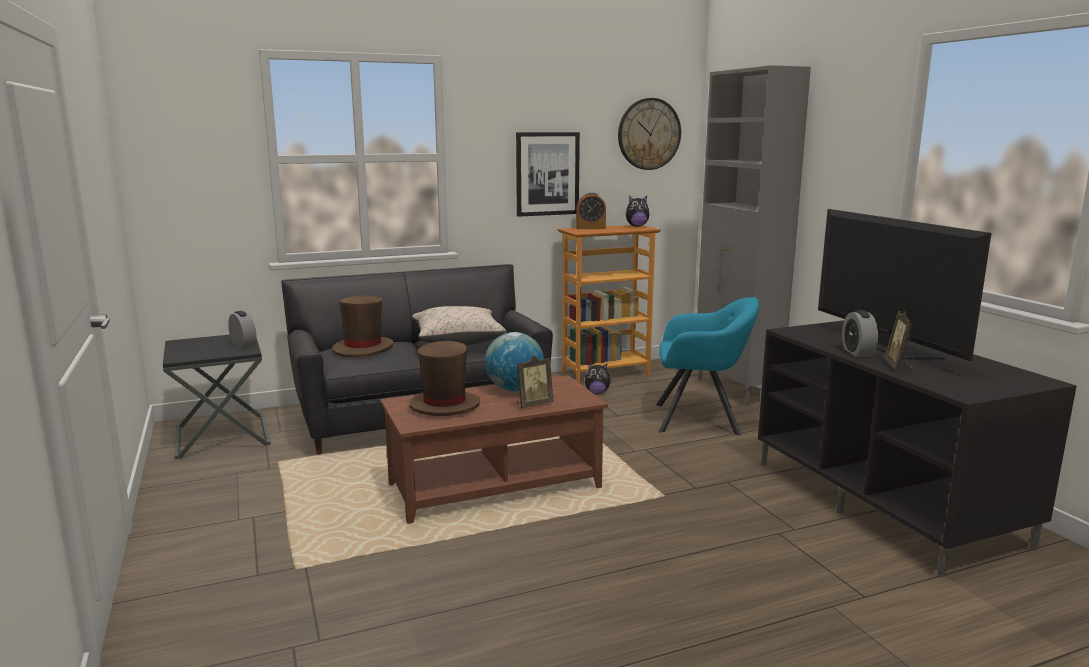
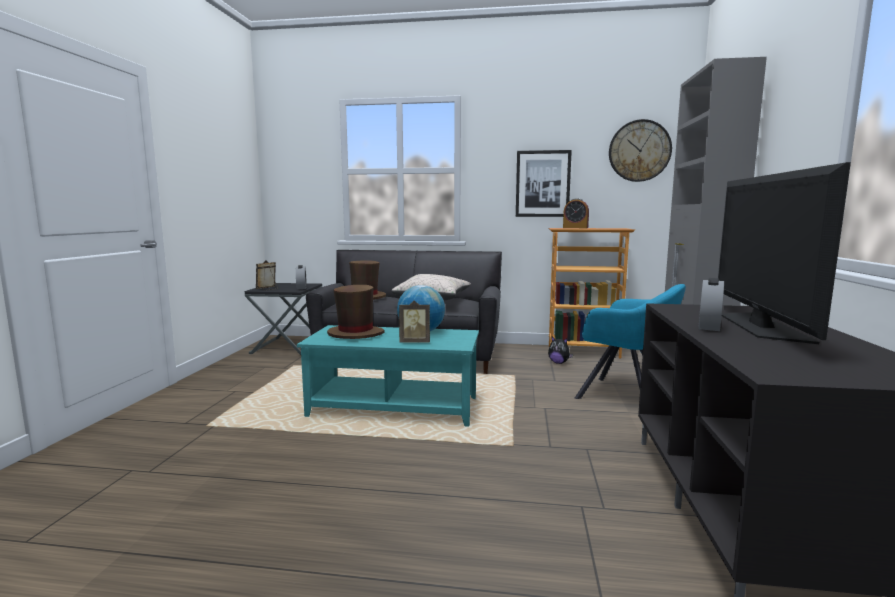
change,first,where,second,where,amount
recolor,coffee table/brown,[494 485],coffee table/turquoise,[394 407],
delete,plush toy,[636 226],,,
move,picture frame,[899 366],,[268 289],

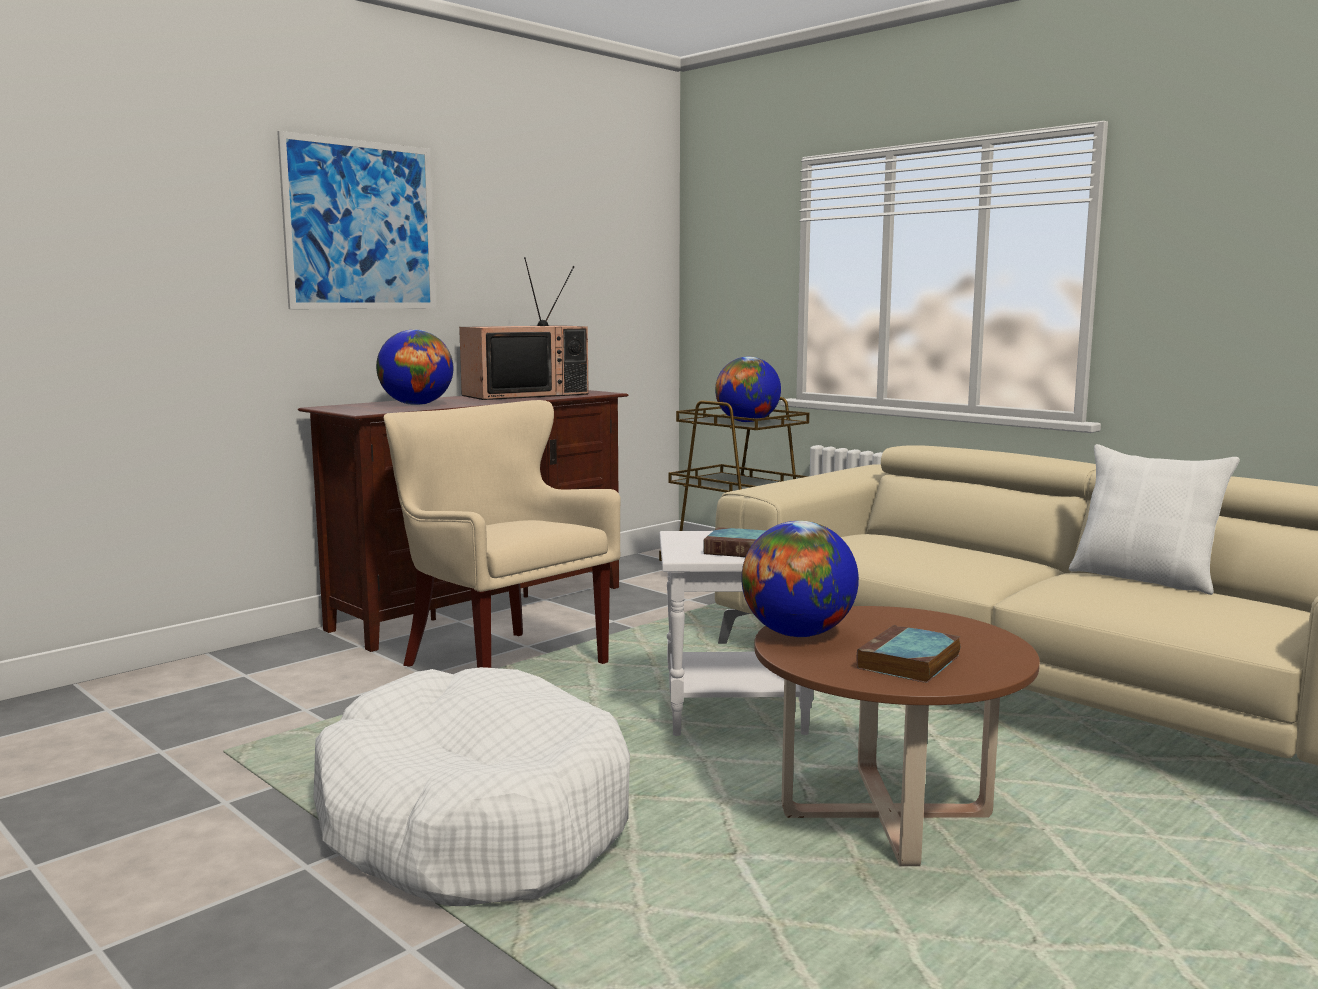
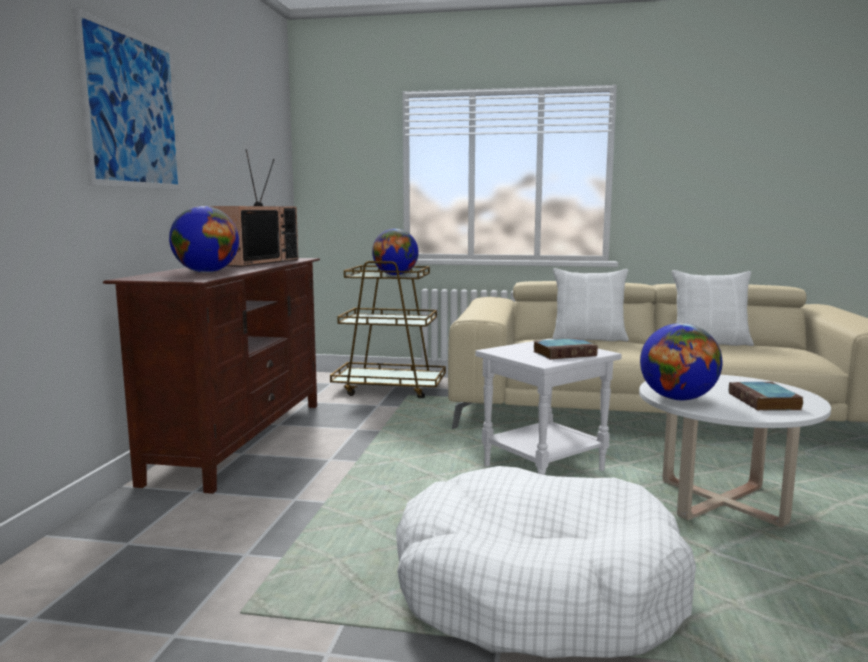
change,first,where,second,where,amount
delete,armchair/beige,[502 663],,,
recolor,coffee table/brown,[885 816],coffee table/white,[721 503],
insert,,,pillow/white,[588 338],

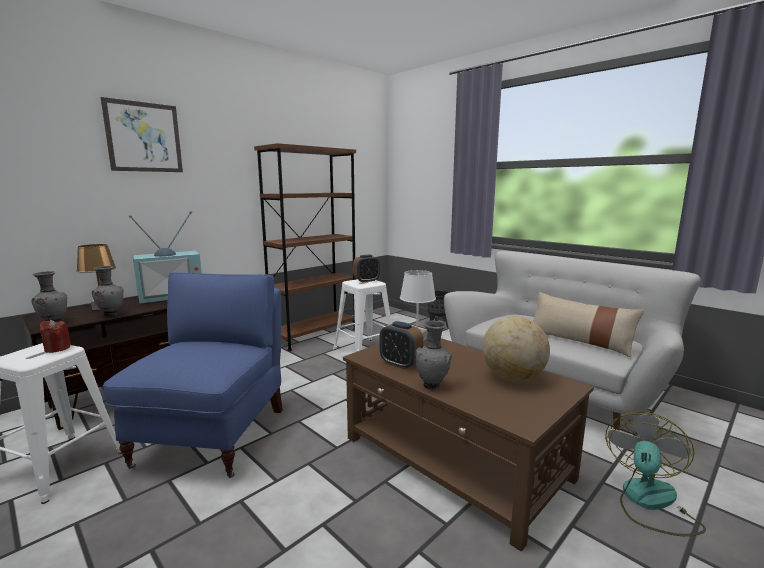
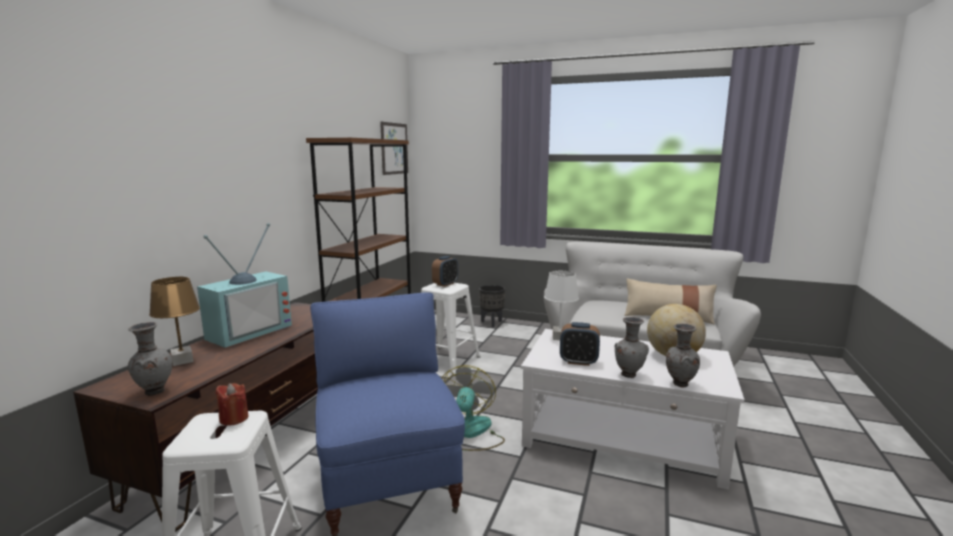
change,first,where,second,where,amount
move,vase/grey,[111 314],,[679 384],
move,picture,[144 137],,[394 148],
recolor,coffee table/brown,[454 458],coffee table/white,[623 437],
move,fan,[649 502],,[471 433],

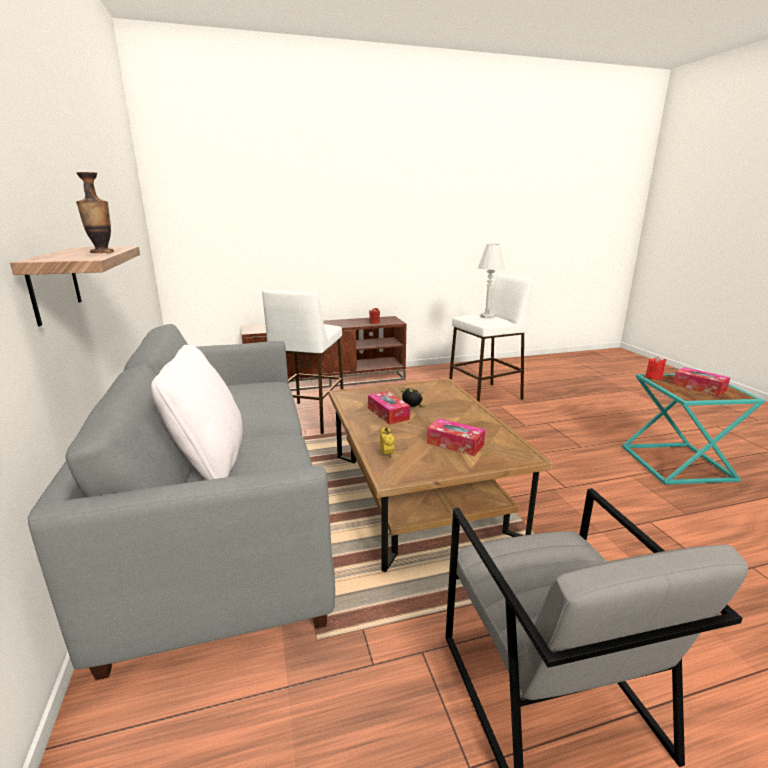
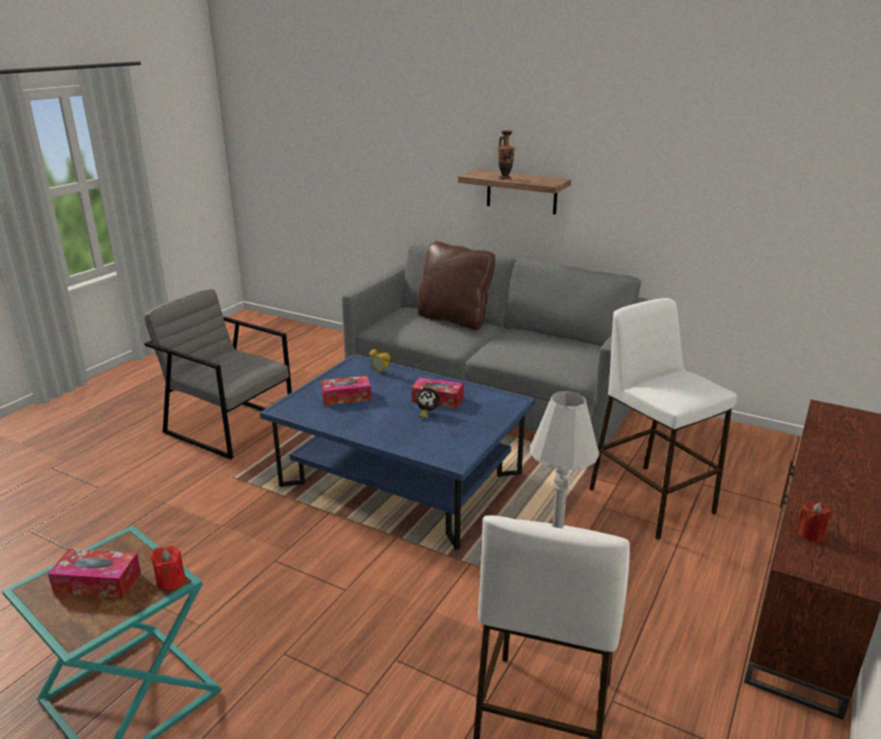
change,first,where,second,where,amount
recolor,pillow/white,[210 460],pillow/brown,[454 319],
recolor,coffee table/brown,[420 494],coffee table/blue,[402 480],

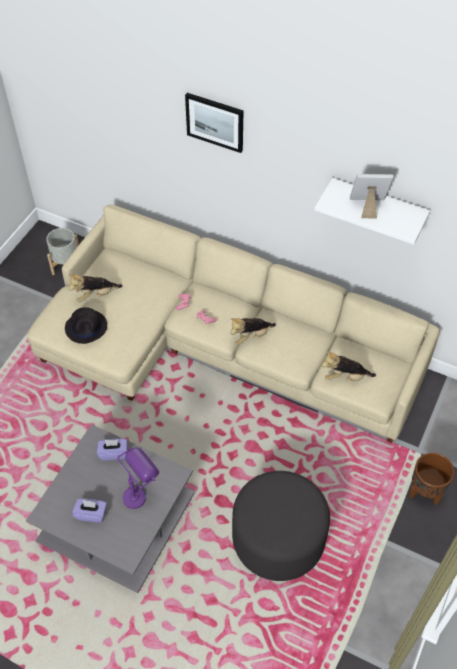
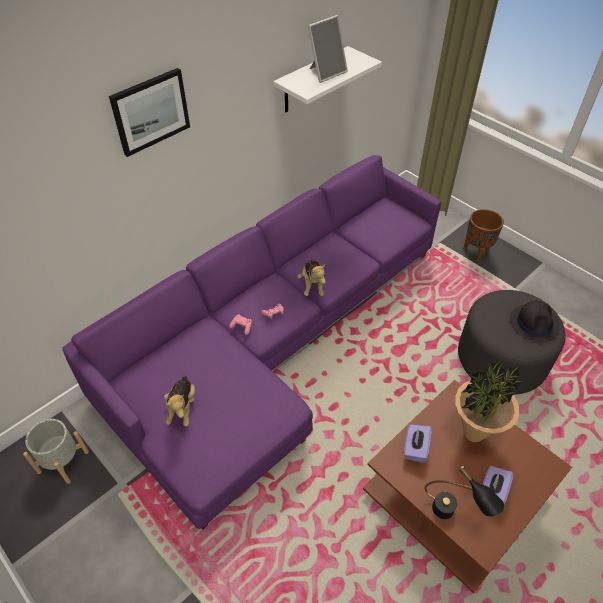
change,first,where,second,where,amount
recolor,coffee table/grey,[119 520],coffee table/brown,[454 493],
recolor,sofa/beige,[218 347],sofa/purple,[270 343],
move,hat/black,[86 327],,[534 323],
replace,table lamp/purple,[140 493],potted plant,[473 434],
delete,plush toy,[345 377],,,
rotate,picture frame,[367 207],,[326 72],150 degrees counterclockwise
insert,,,table lamp/black,[453 515],

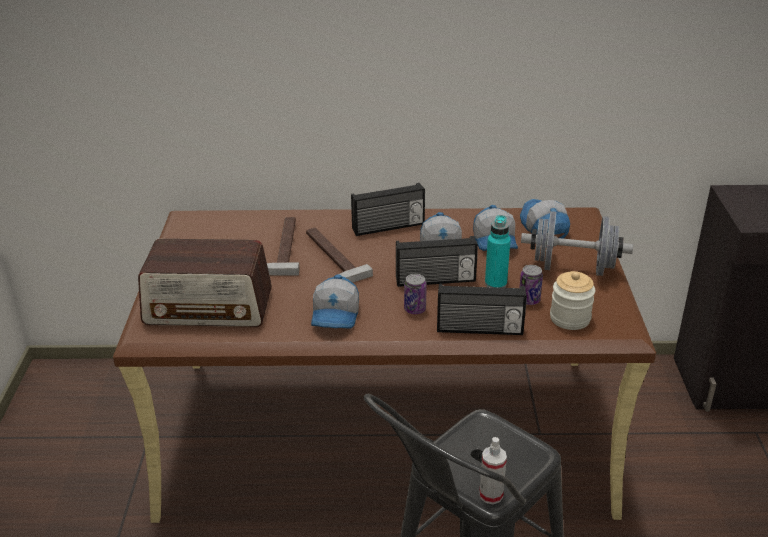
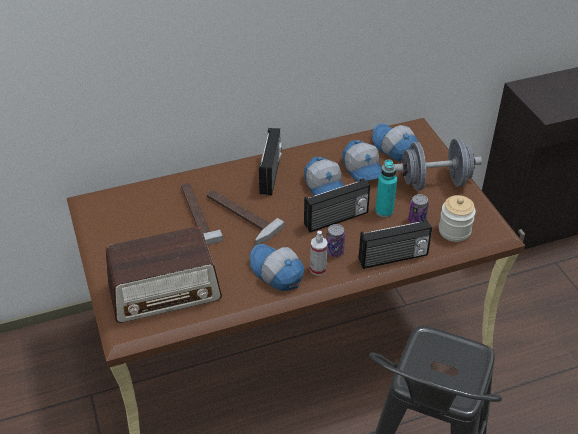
change,first,where,second,where,amount
rotate,cap,[336 315],,[276 273],150 degrees clockwise
rotate,radio,[388 227],,[271 174],45 degrees counterclockwise
move,spray bottle,[491 495],,[318 269],

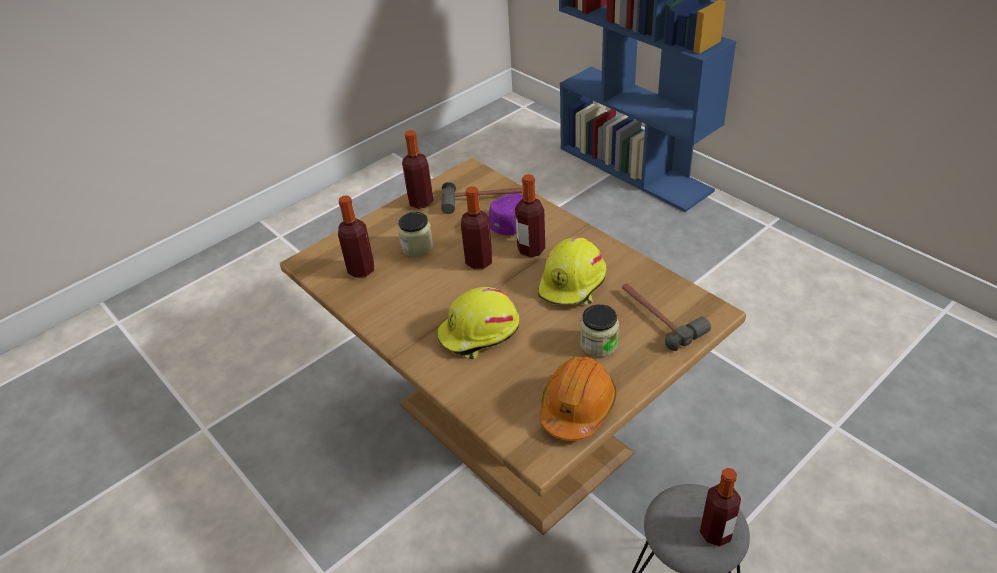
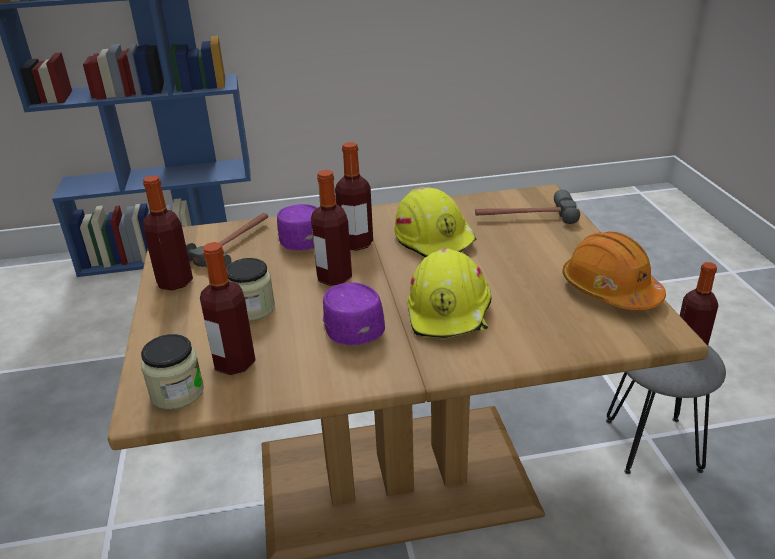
change,first,where,second,where,amount
move,jar,[598 344],,[177 392],
insert,,,cap/purple,[351 325],

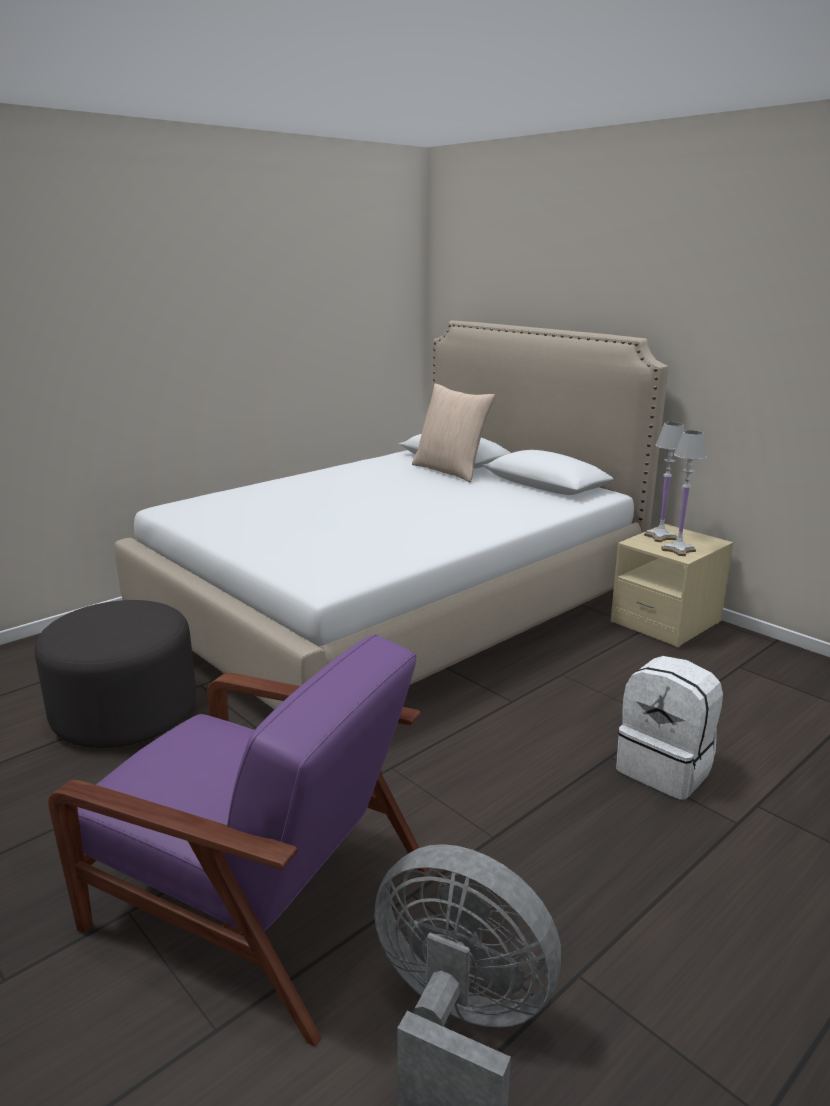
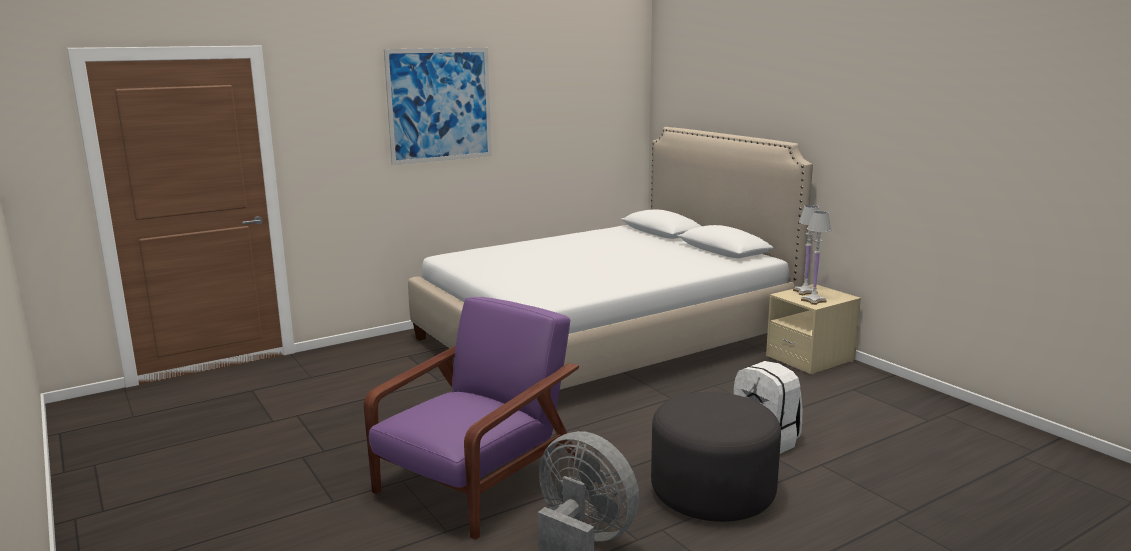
change,first,where,second,where,amount
move,ottoman/grey,[125 713],,[713 492],
rotate,armchair/purple,[255 896],,[477 480],90 degrees counterclockwise
delete,pillow/beige,[450 471],,,
insert,,,picture,[440 105],

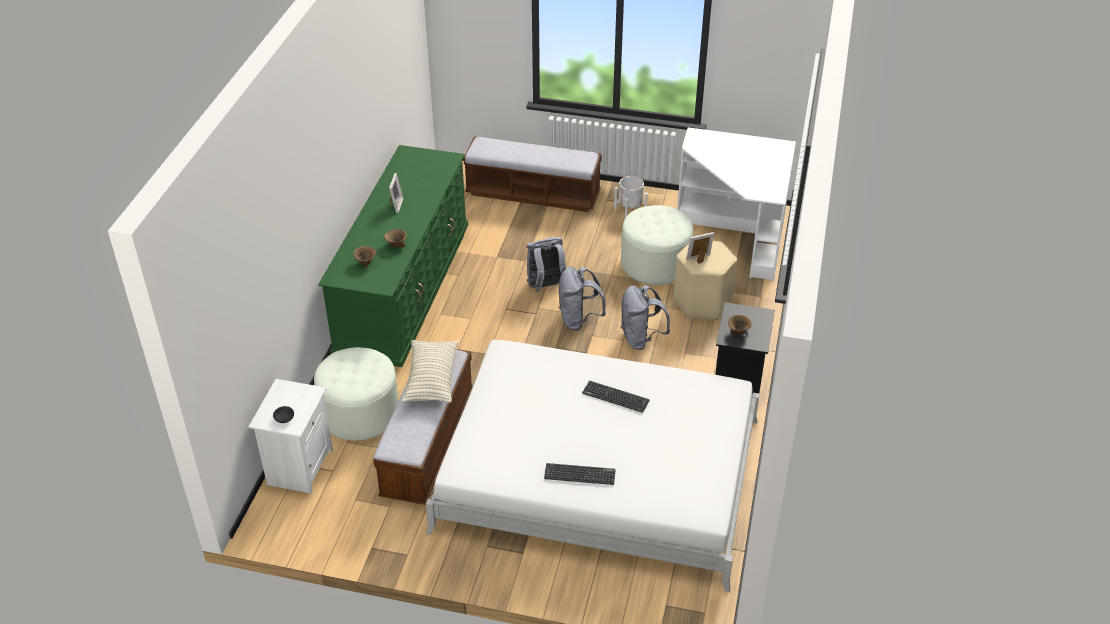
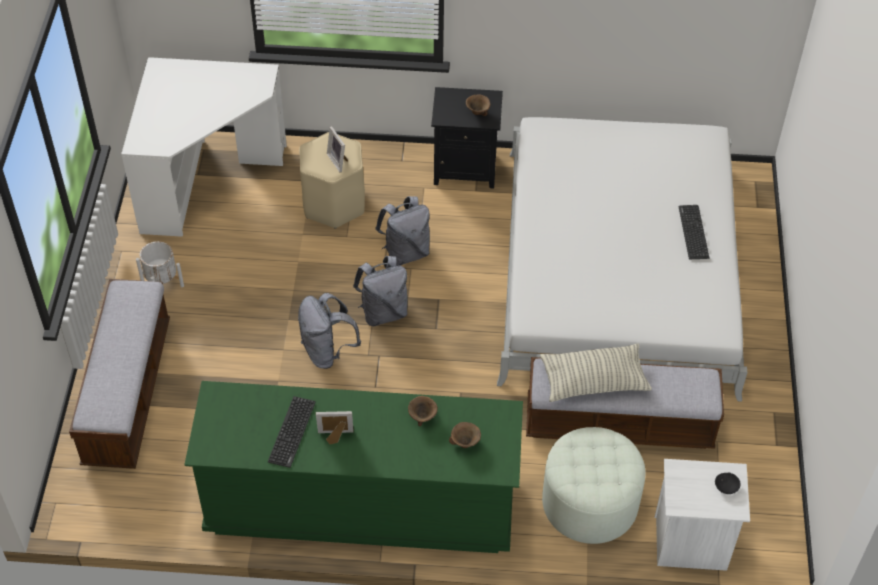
change,first,where,second,where,amount
move,keyboard,[615 397],,[292 432],
delete,ottoman/white,[655 264],,,

